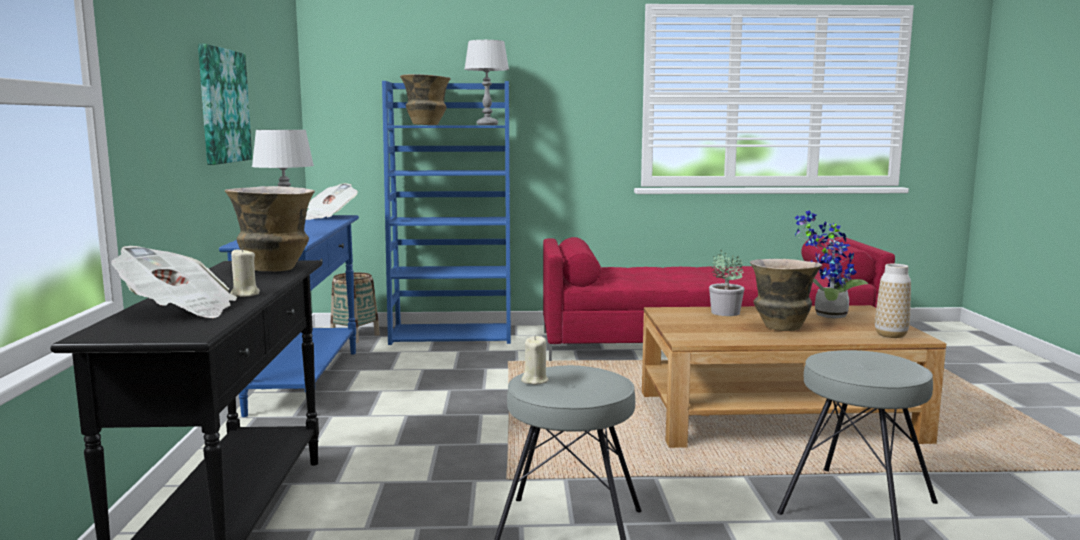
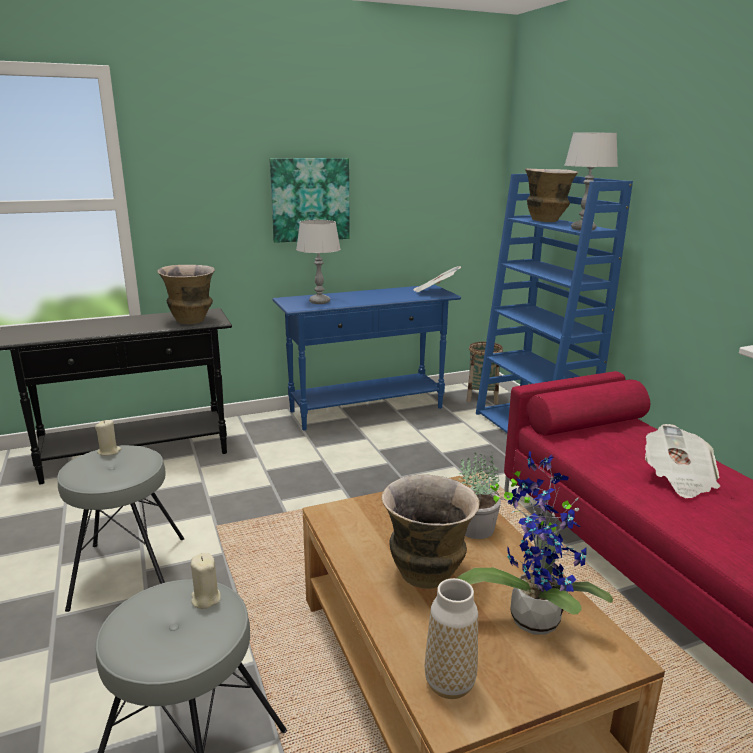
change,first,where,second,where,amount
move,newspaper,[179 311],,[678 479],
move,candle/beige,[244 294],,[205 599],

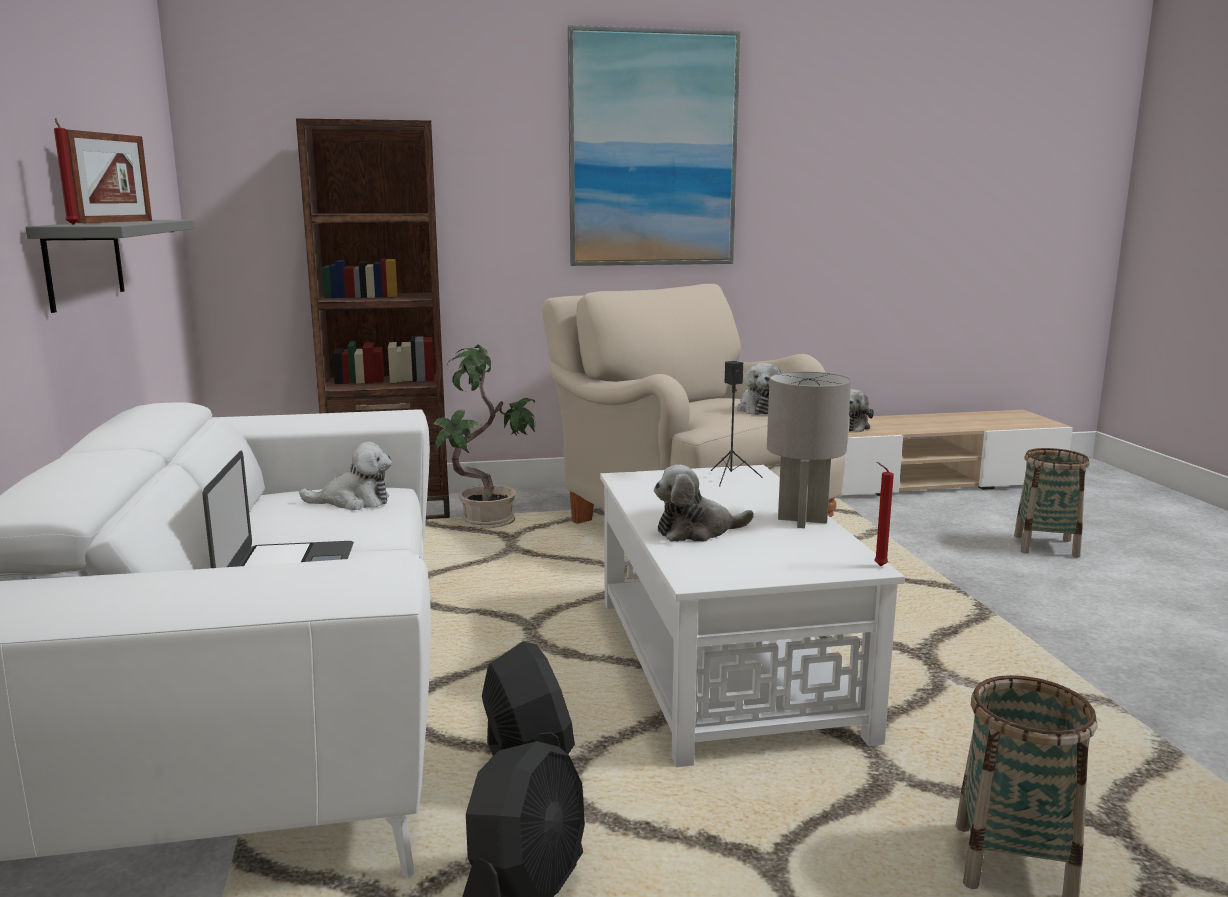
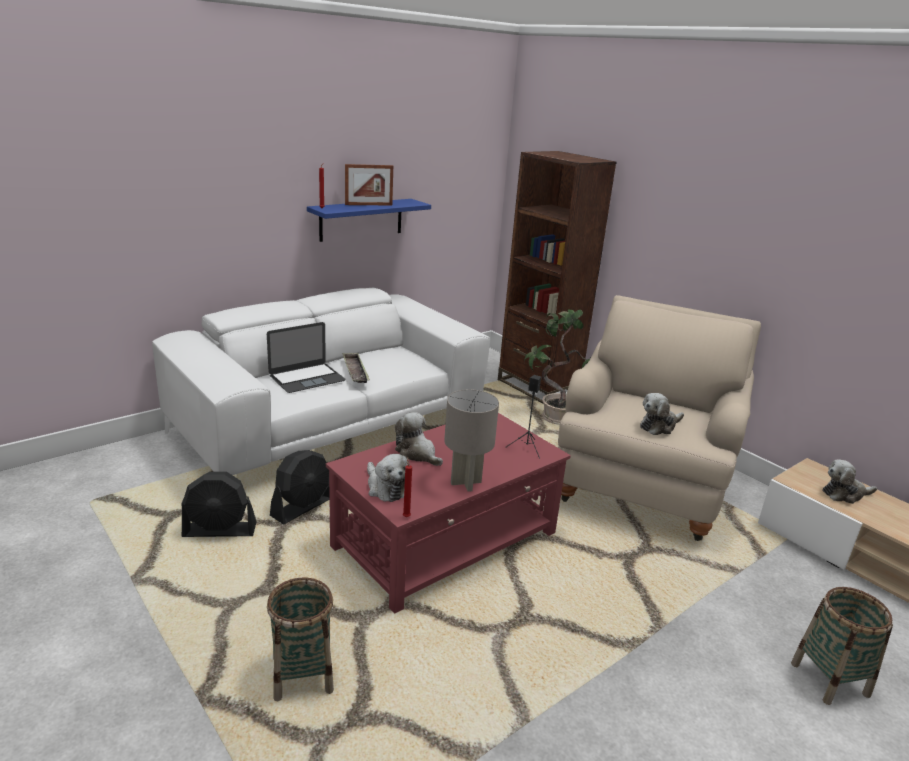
change,first,where,second,where,amount
recolor,shelf/grey,[84 262],shelf/blue,[361 219],
move,plush toy,[354 501],,[386 488],
delete,picture,[652 150],,,
recolor,coffee table/white,[724 664],coffee table/red,[447 540],
insert,,,tray,[355 371],

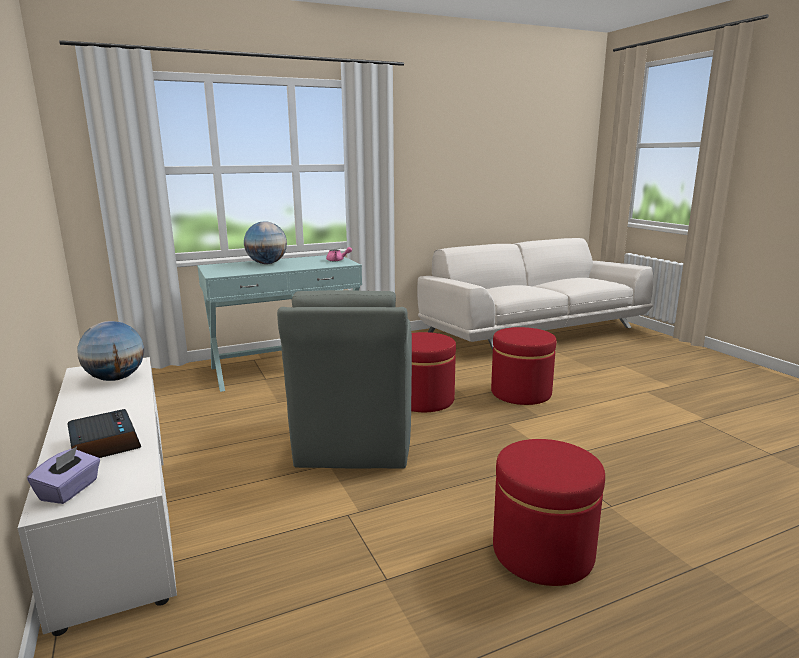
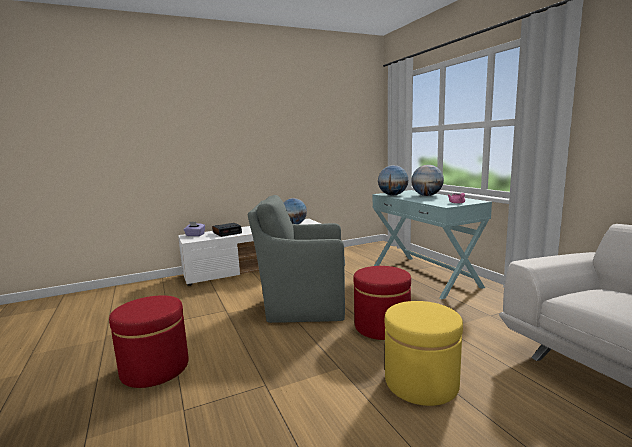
change,first,where,second,where,amount
recolor,ottoman/red,[521 393],ottoman/yellow,[421 382],
insert,,,globe,[392 195],

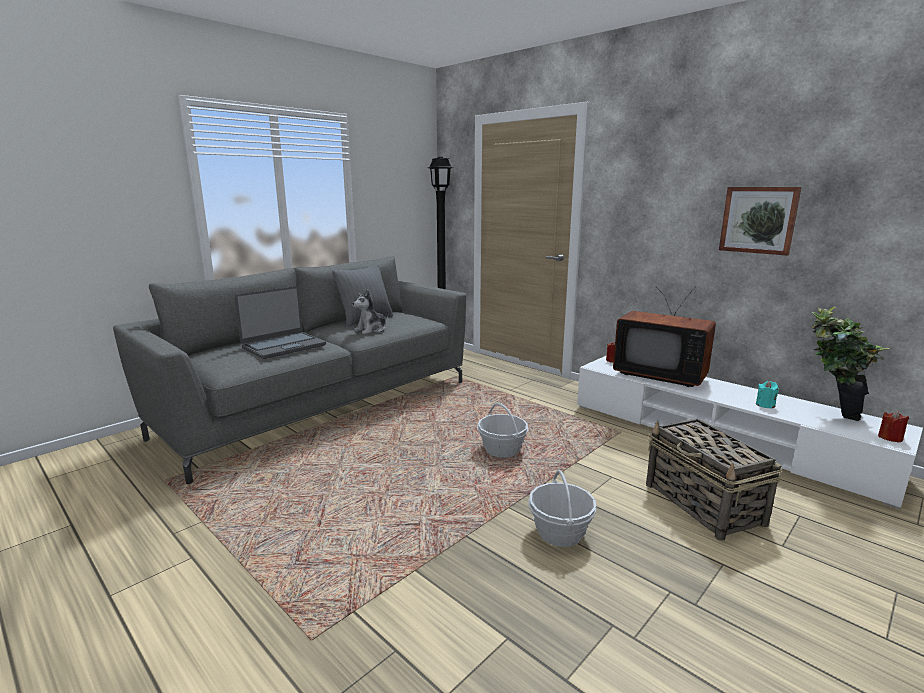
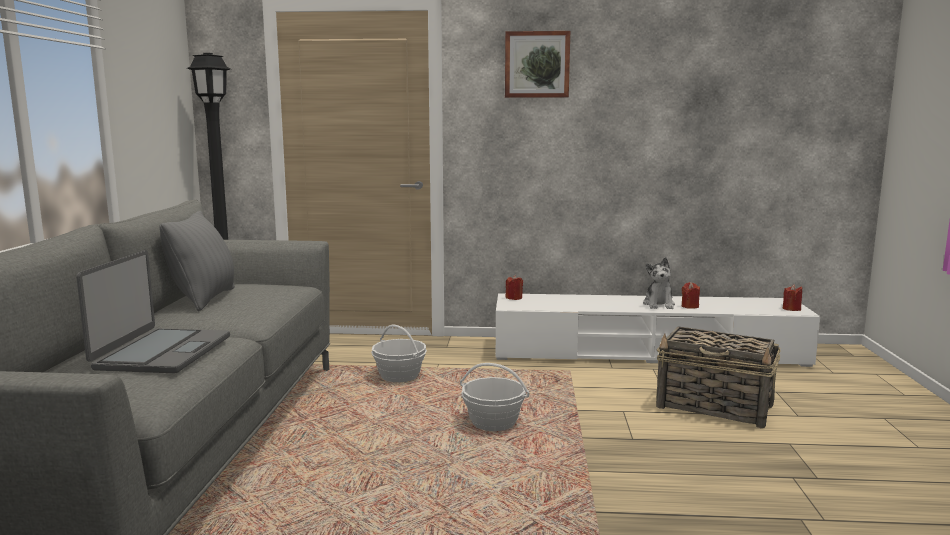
change,first,where,second,where,amount
move,plush toy,[371 330],,[659 304],
move,basket,[560 533],,[399 377],
delete,television,[660 374],,,
move,picture,[758 220],,[537 64],
recolor,candle/turquoise,[765 405],candle/red,[690 306],
delete,potted plant,[829 413],,,

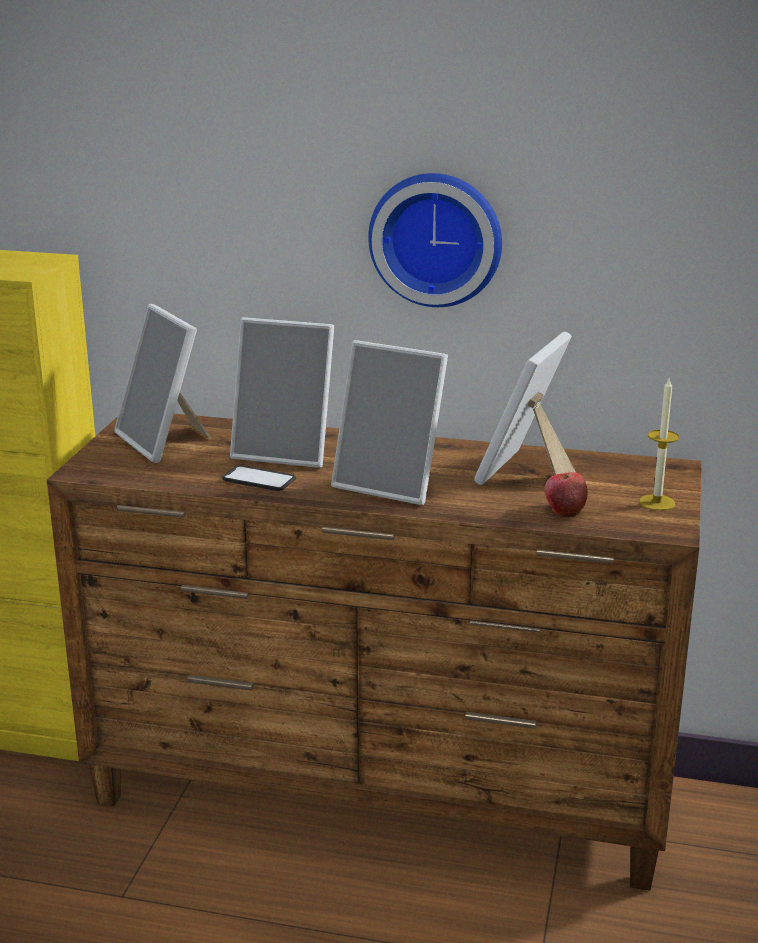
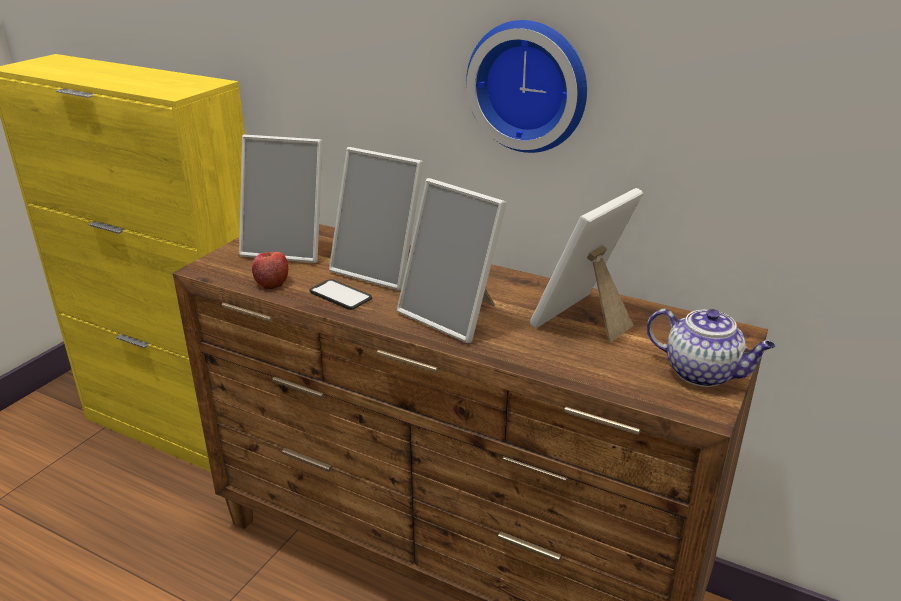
change,first,where,second,where,amount
rotate,picture frame,[165 442],,[289 248],60 degrees counterclockwise
move,apple,[564 510],,[271 282],
replace,candle,[657 502],teapot,[703 373],

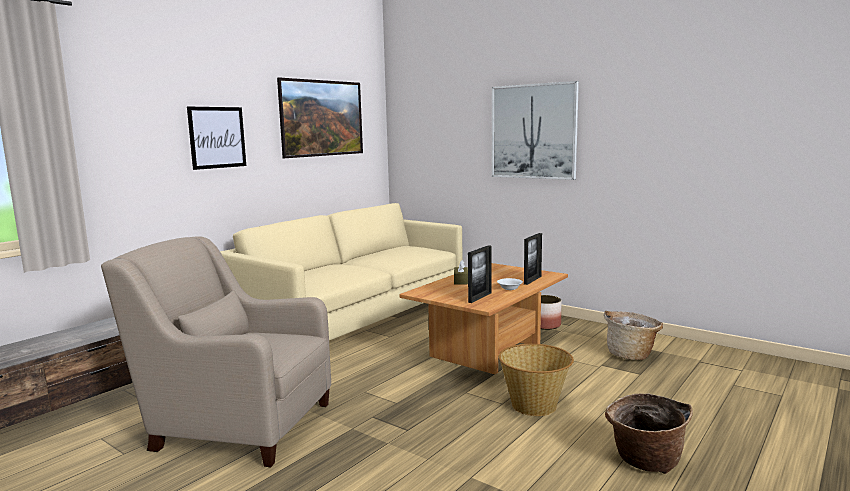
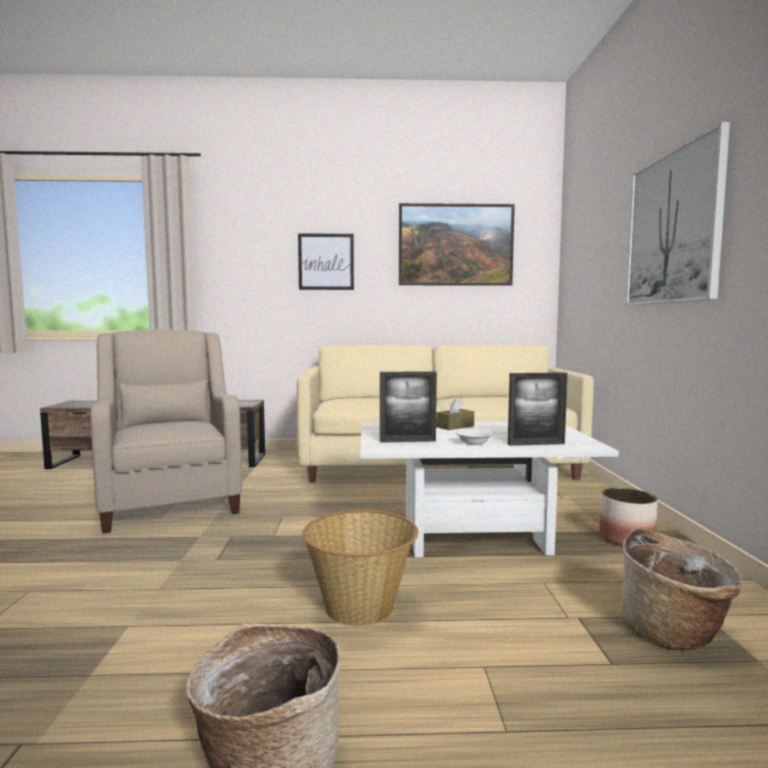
change,first,where,second,where,amount
recolor,coffee table/brown,[488 352],coffee table/white,[471 534],

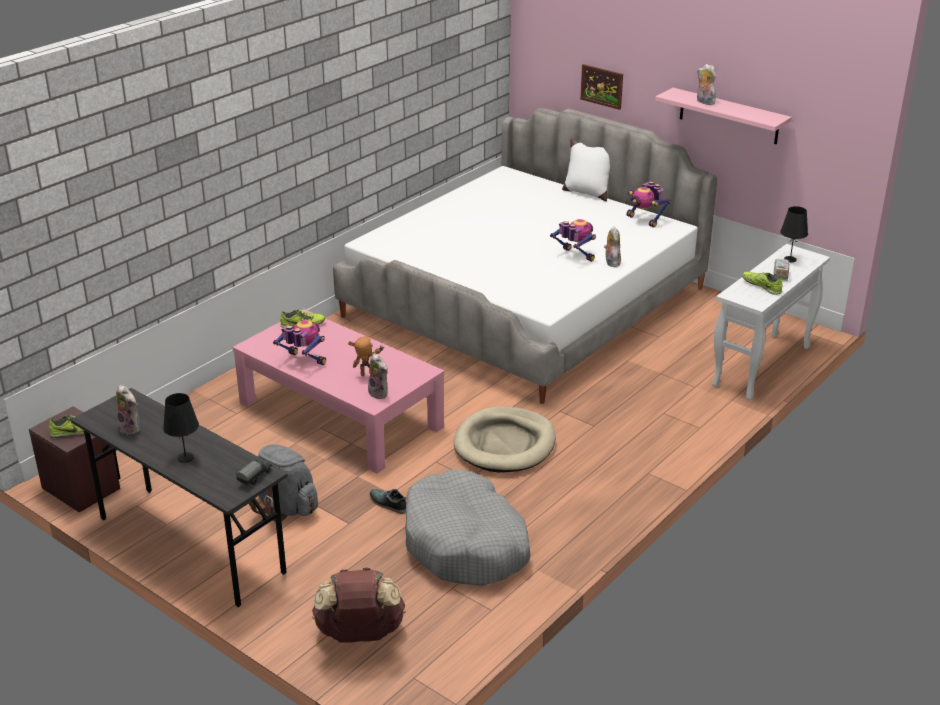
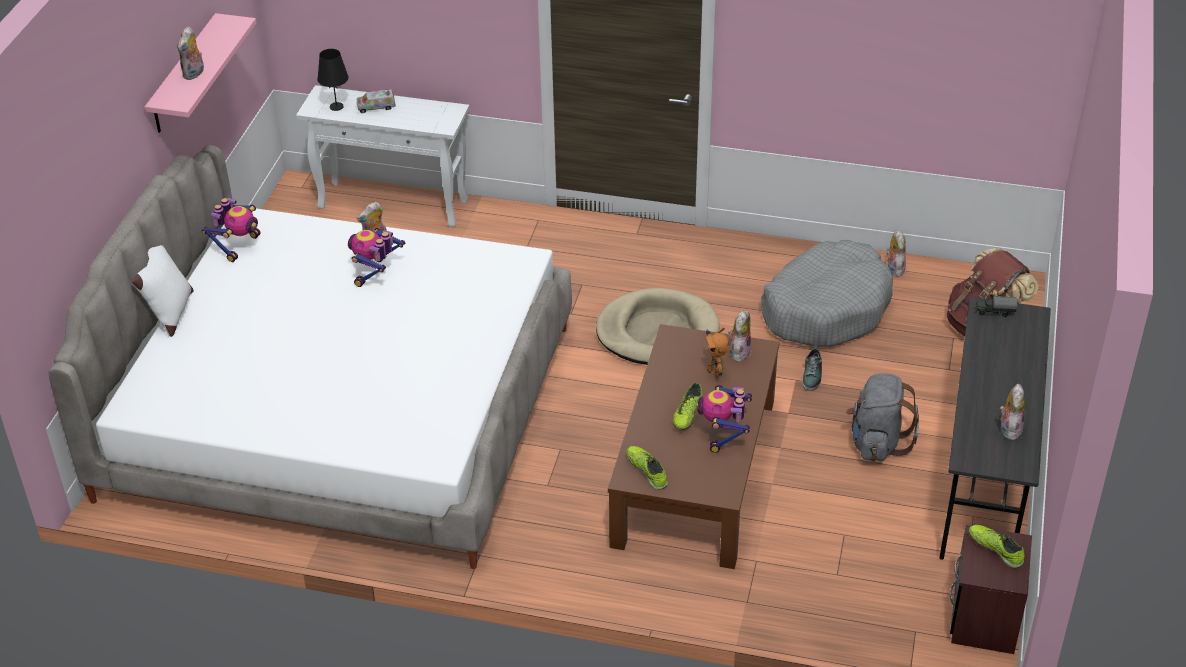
change,first,where,second,where,amount
delete,table lamp/black,[185 458],,,
recolor,coffee table/pink,[339 414],coffee table/brown,[695 472],
delete,picture,[602 86],,,
move,shoe,[761 286],,[687 414],
insert,,,plush toy,[894 268],

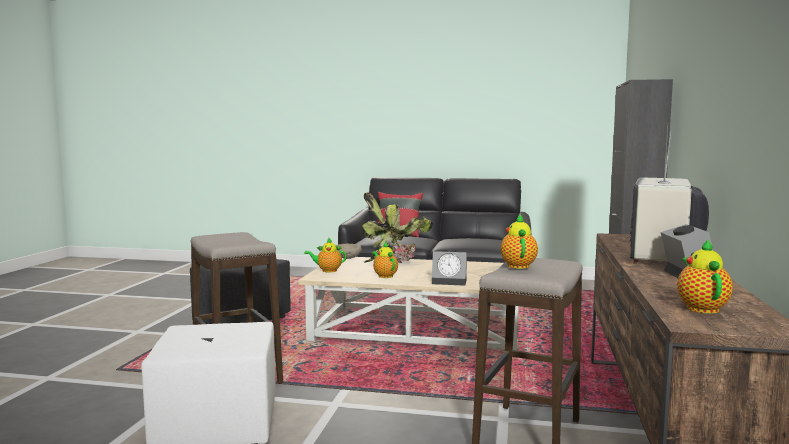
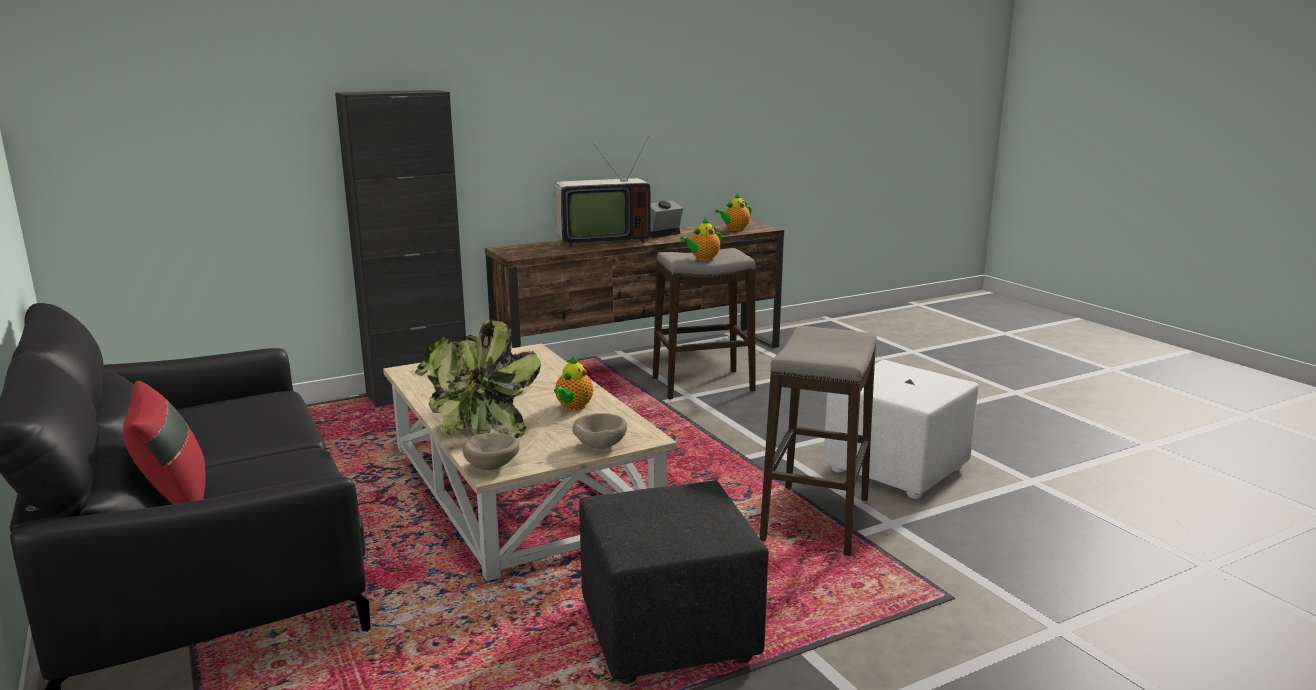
change,first,where,second,where,amount
replace,teapot,[327 270],bowl/beige,[599 446],
delete,alarm clock,[450 281],,,

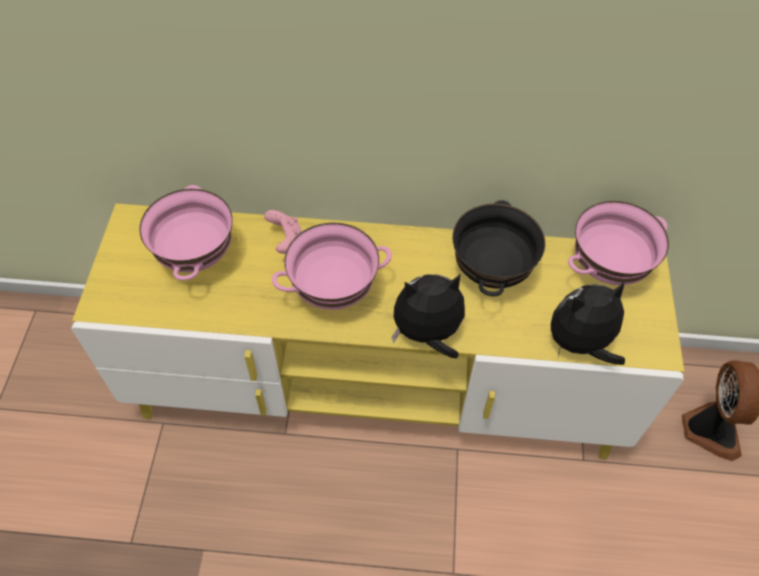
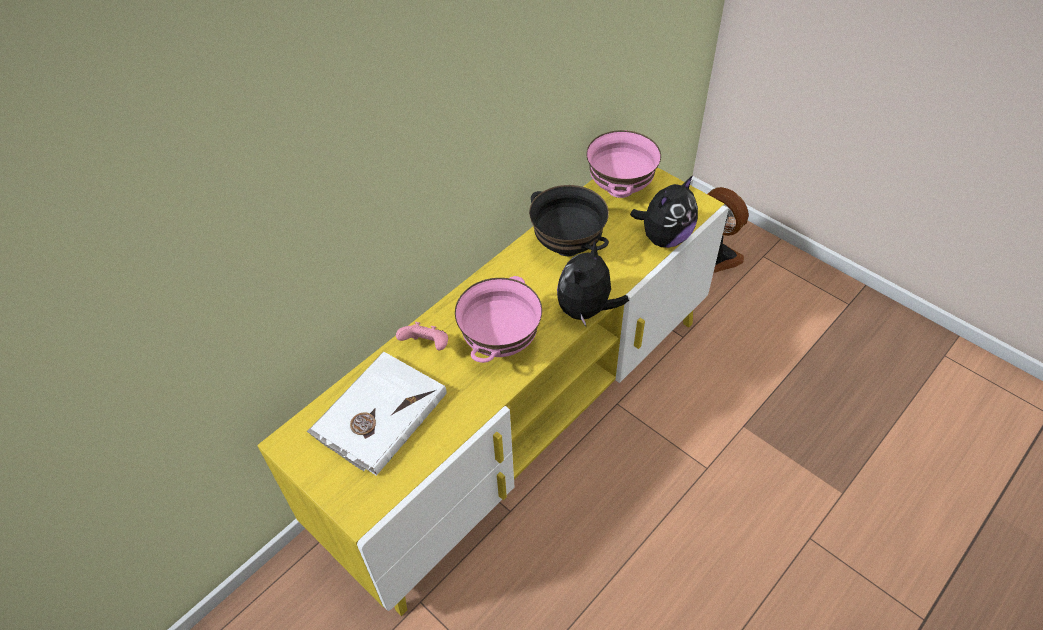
change,first,where,second,where,amount
replace,bowl/pink,[196 257],book/white,[378 414],
rotate,plush toy,[580 344],,[664 237],150 degrees counterclockwise

